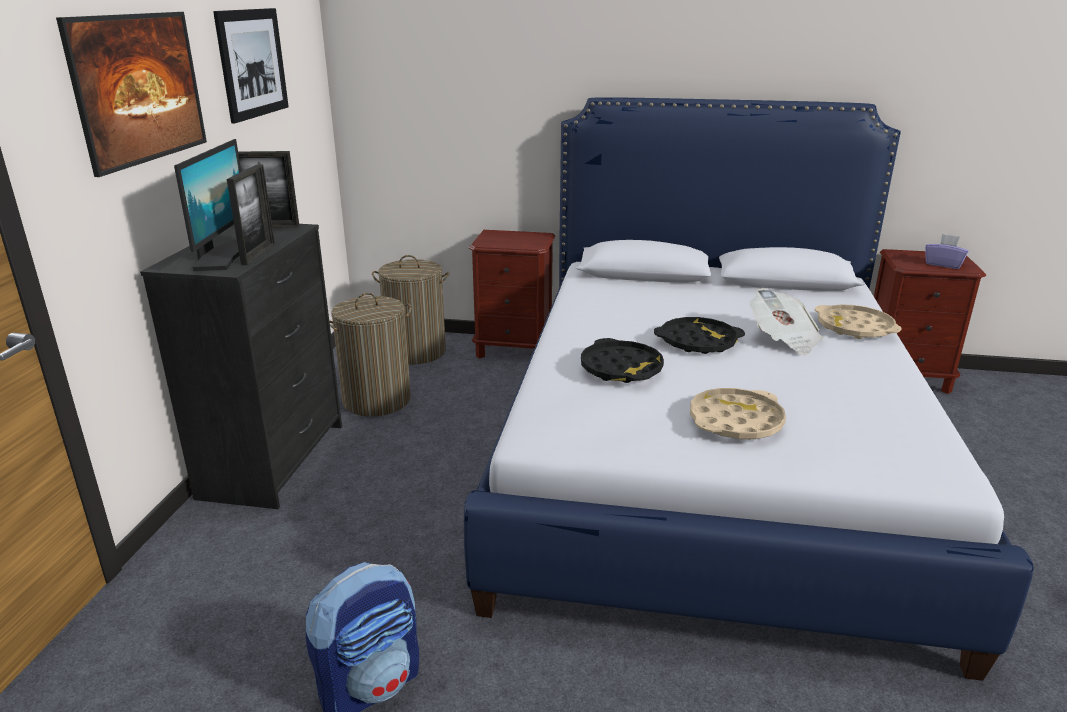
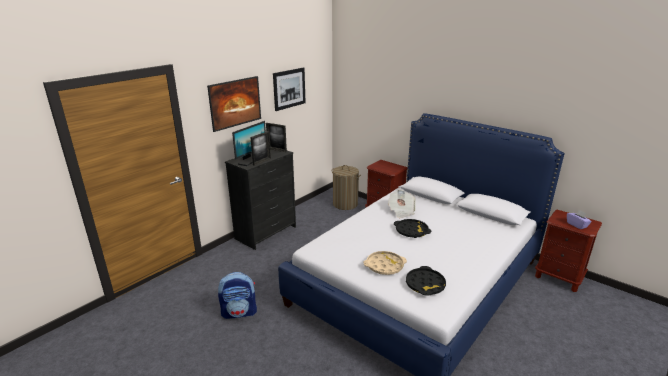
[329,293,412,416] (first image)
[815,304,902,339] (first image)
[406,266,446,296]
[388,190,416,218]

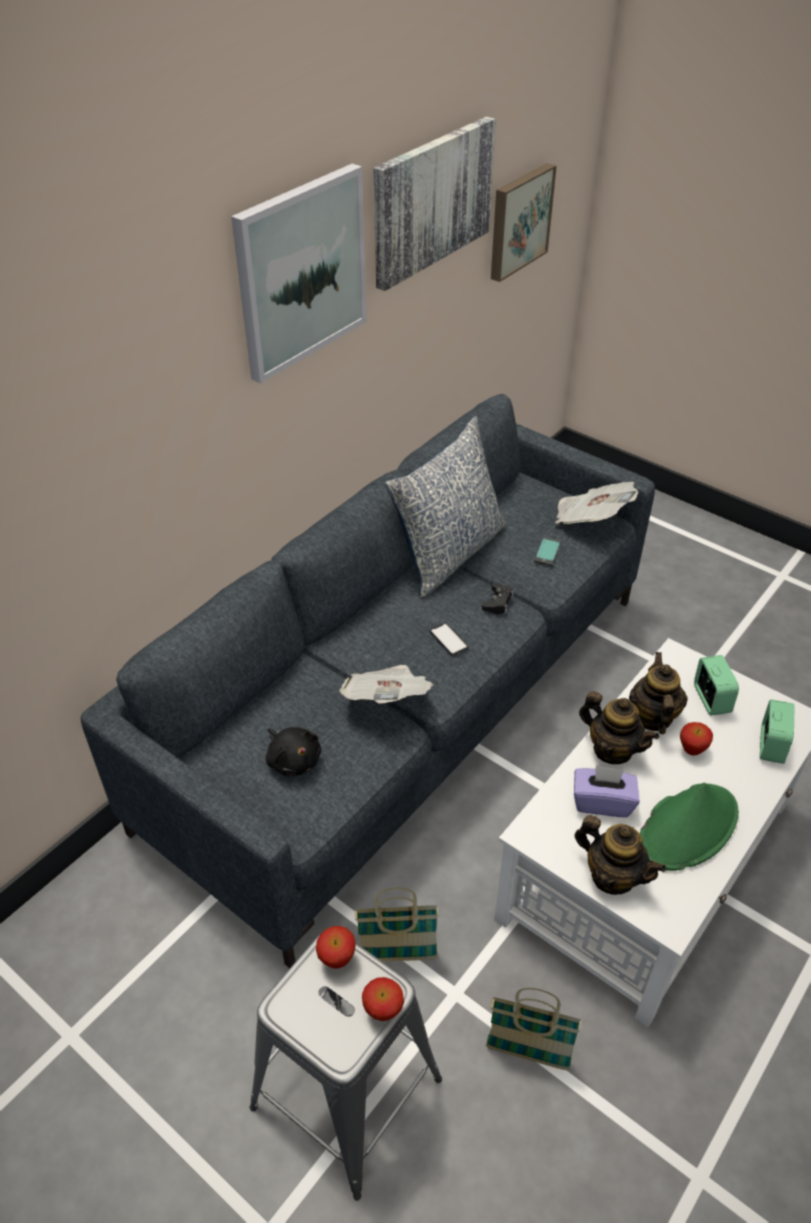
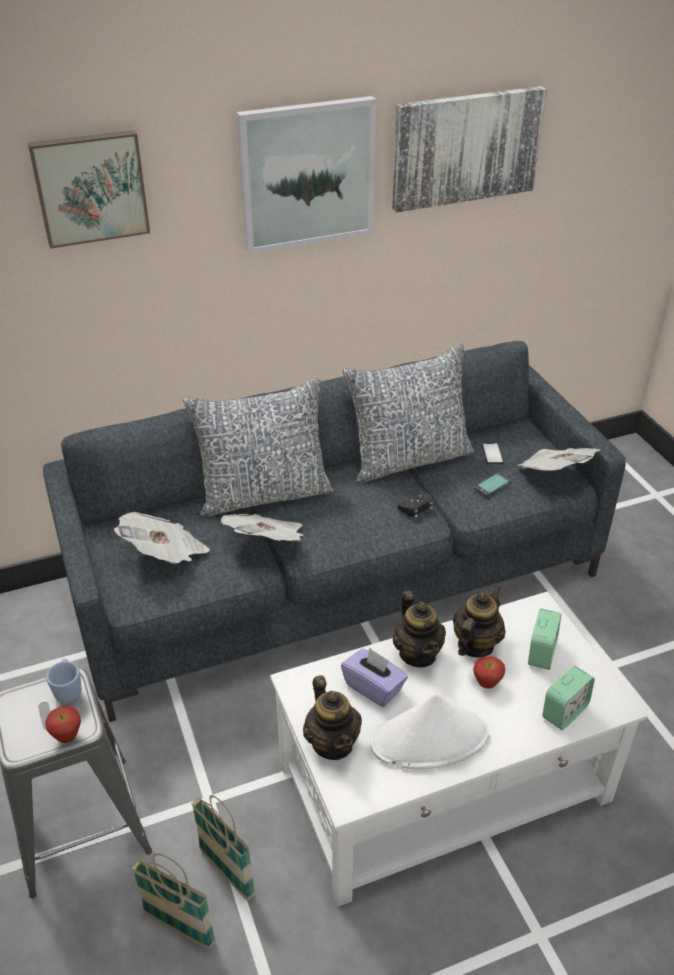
[183,378,334,516]
[132,853,216,949]
[482,442,504,464]
[28,130,150,249]
[114,512,210,564]
[46,659,81,703]
[370,694,489,770]

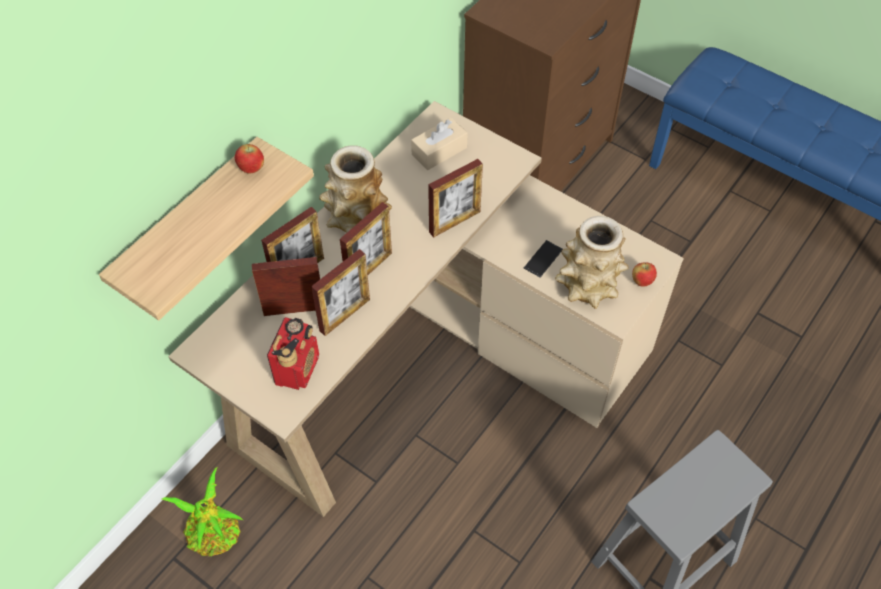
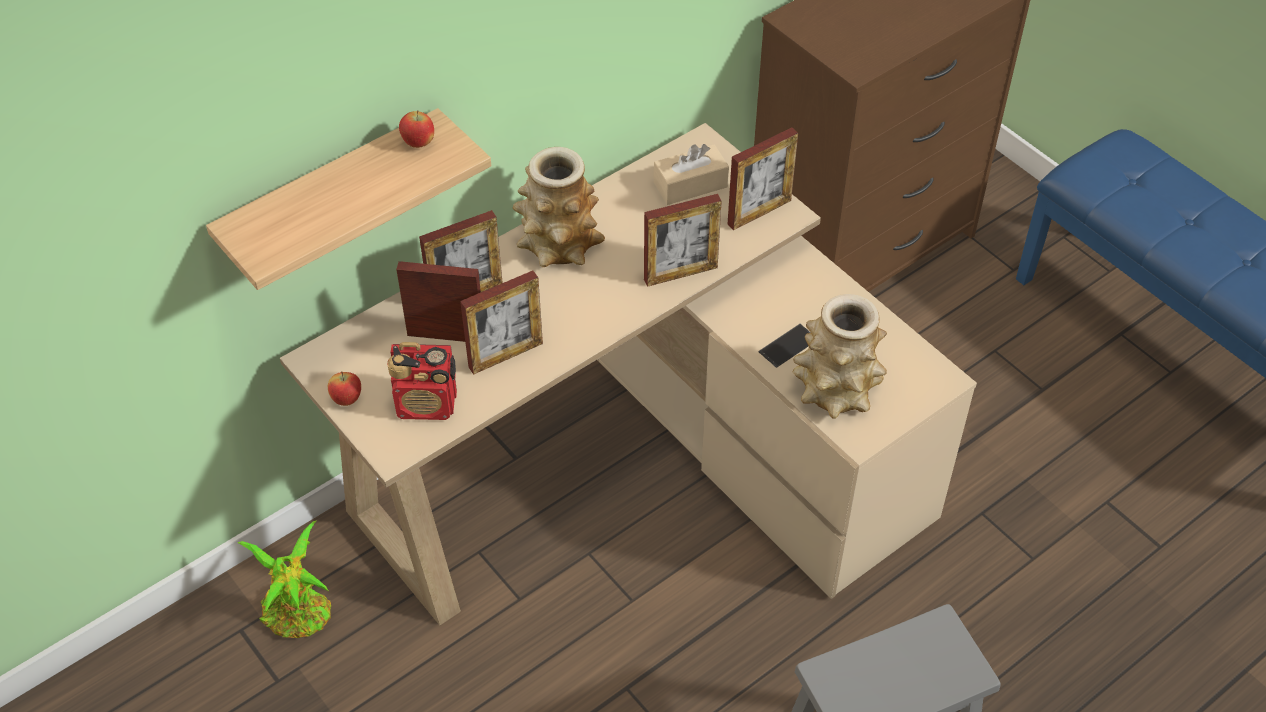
[728,128,798,230]
[328,371,361,406]
[387,342,457,420]

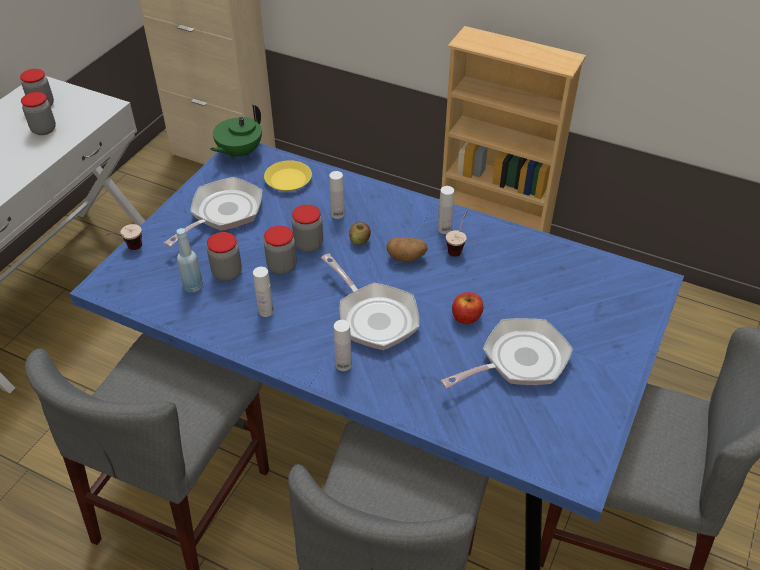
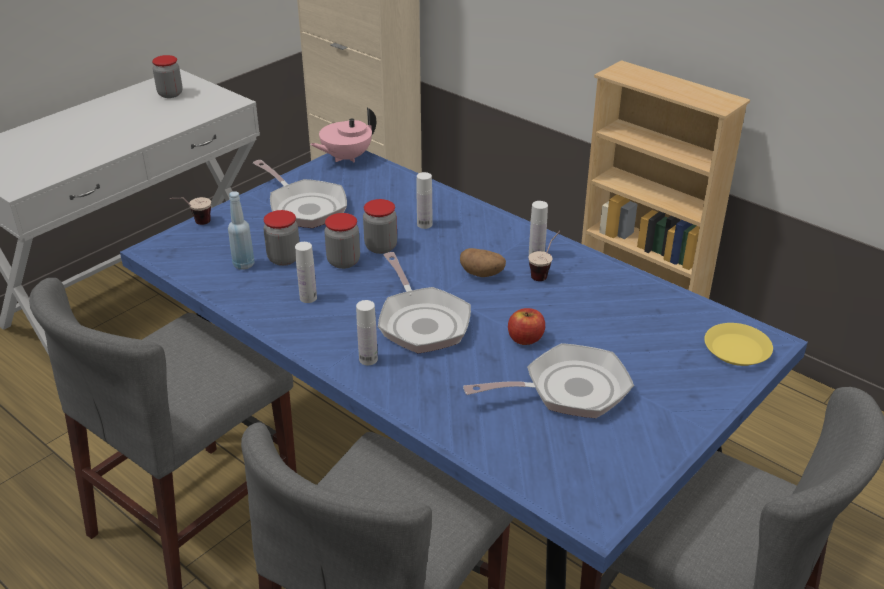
[21,92,56,135] (first image)
[349,222,371,245] (first image)
[704,323,773,366]
[310,108,376,162]
[253,160,347,228]

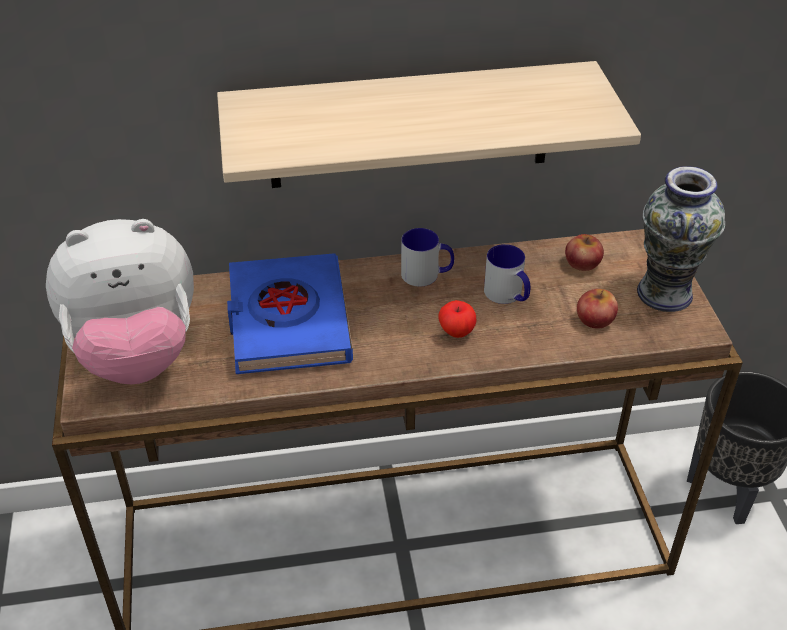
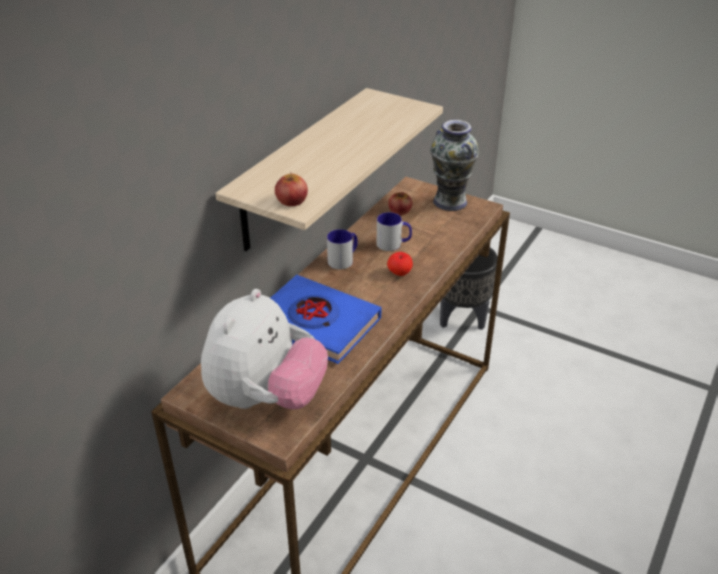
[275,172,308,206]

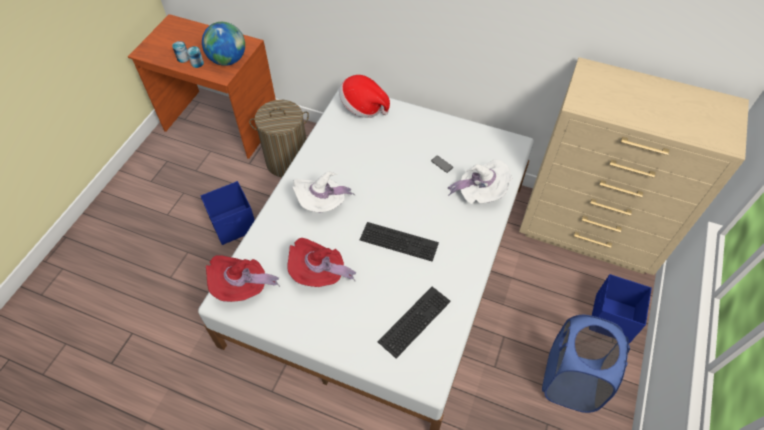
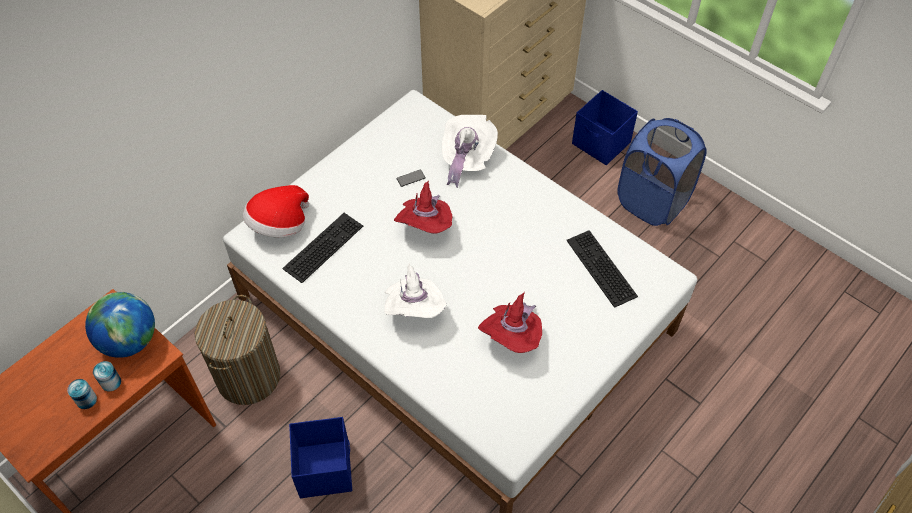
[394,180,452,234]
[282,213,363,283]

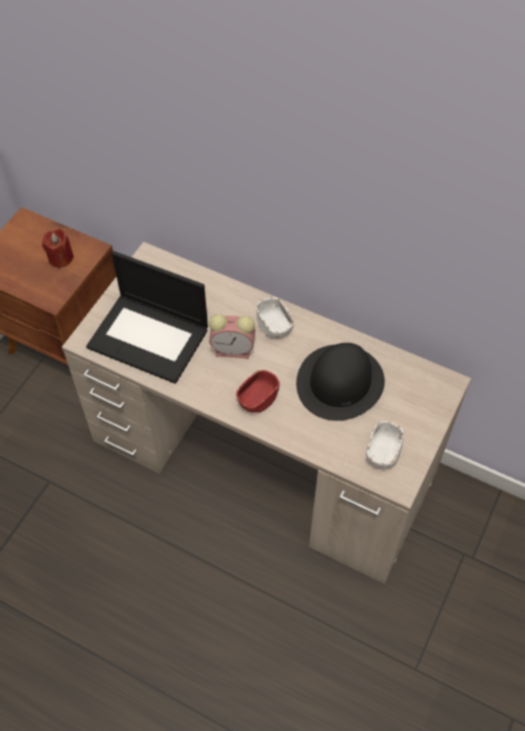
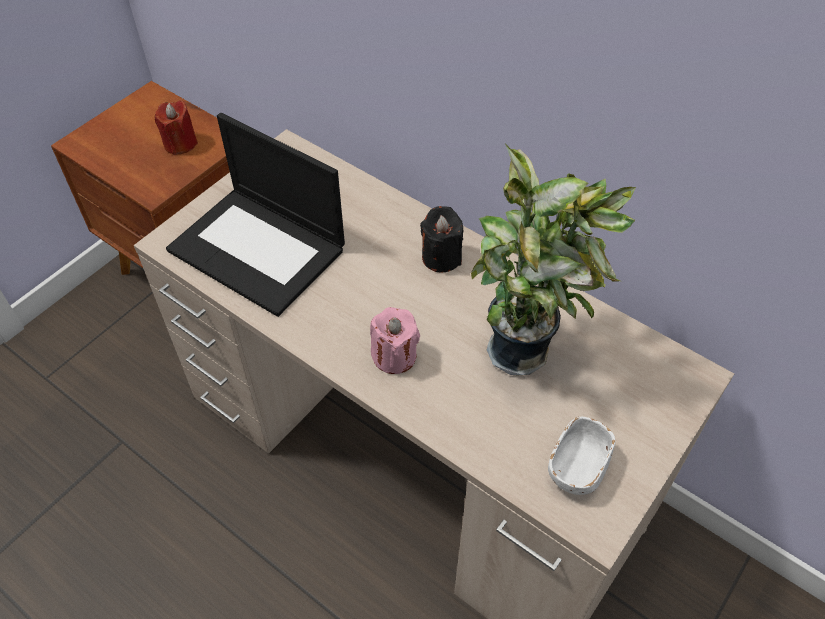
[209,314,255,359] (first image)
[370,307,420,374]
[420,206,463,272]
[471,143,636,375]

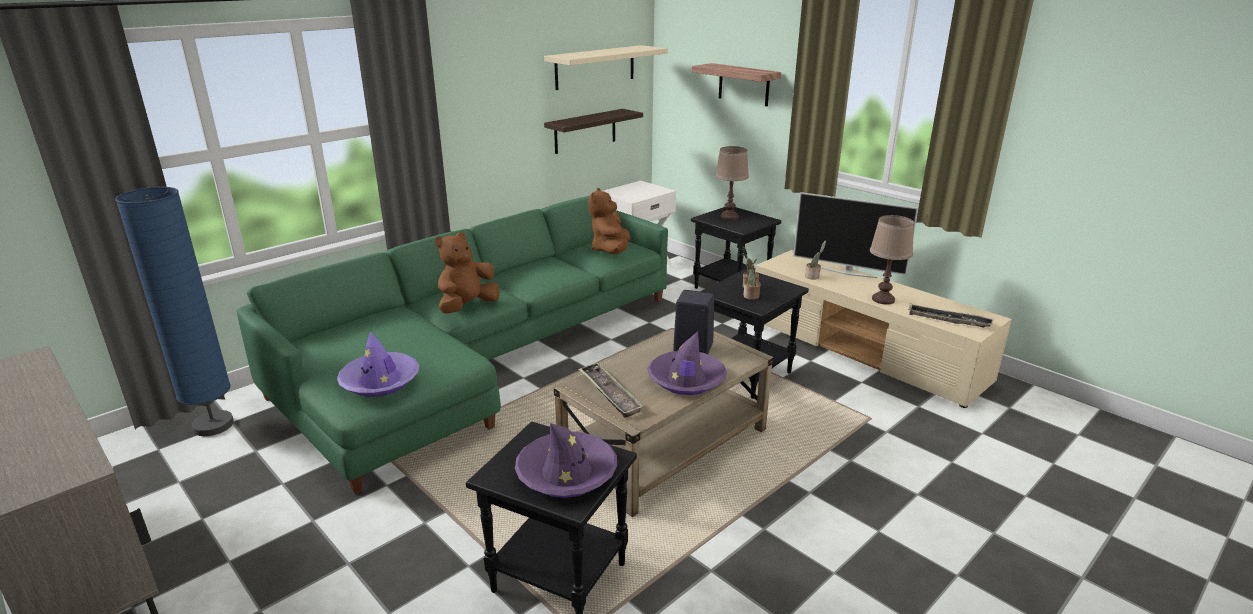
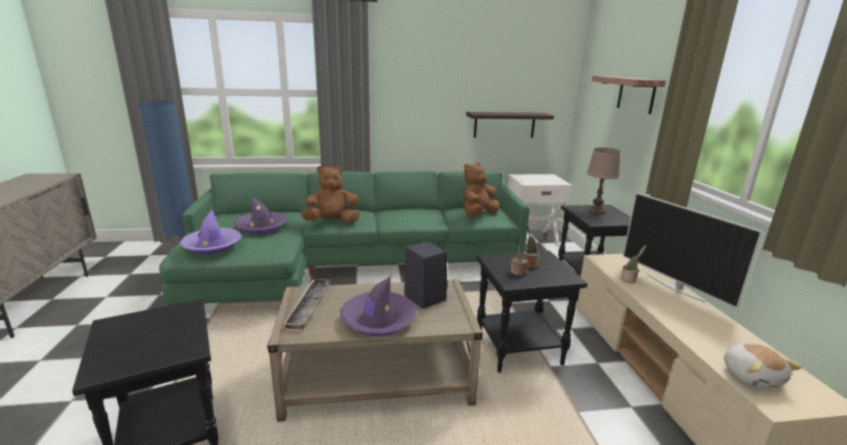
[544,45,668,90] (first image)
[870,215,914,305] (first image)
[234,196,287,234]
[724,343,802,388]

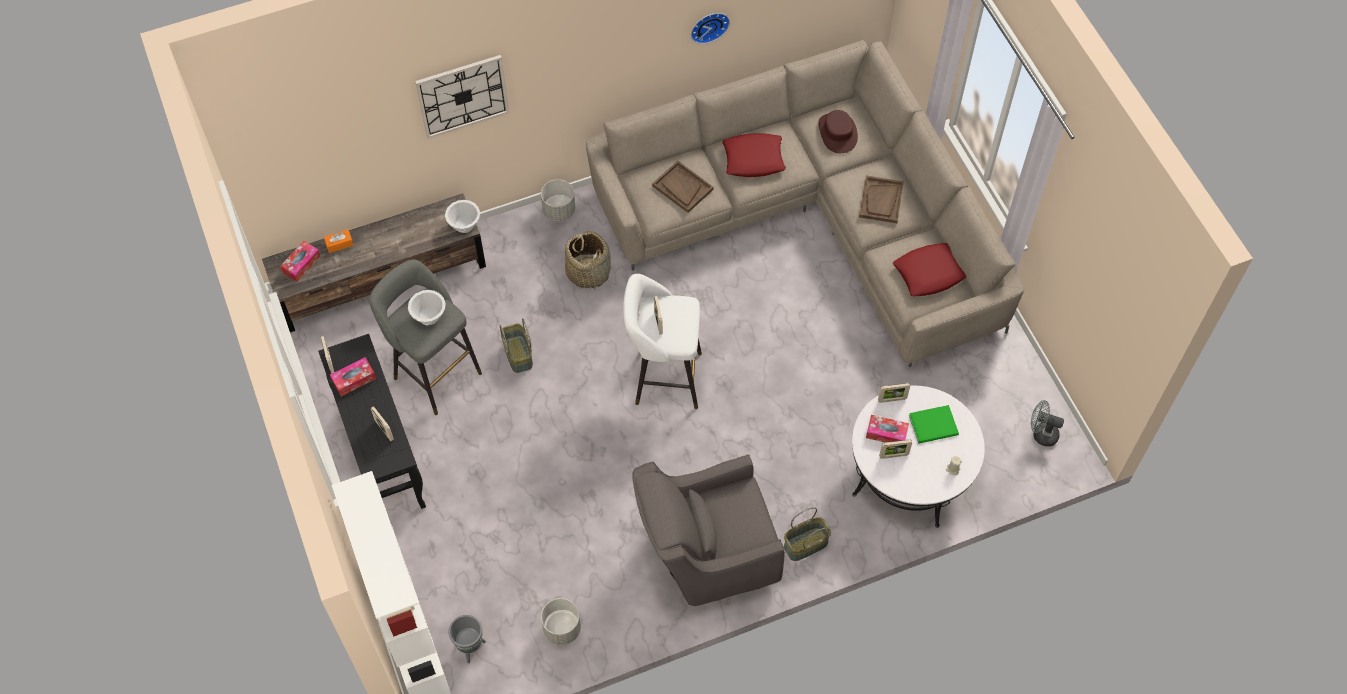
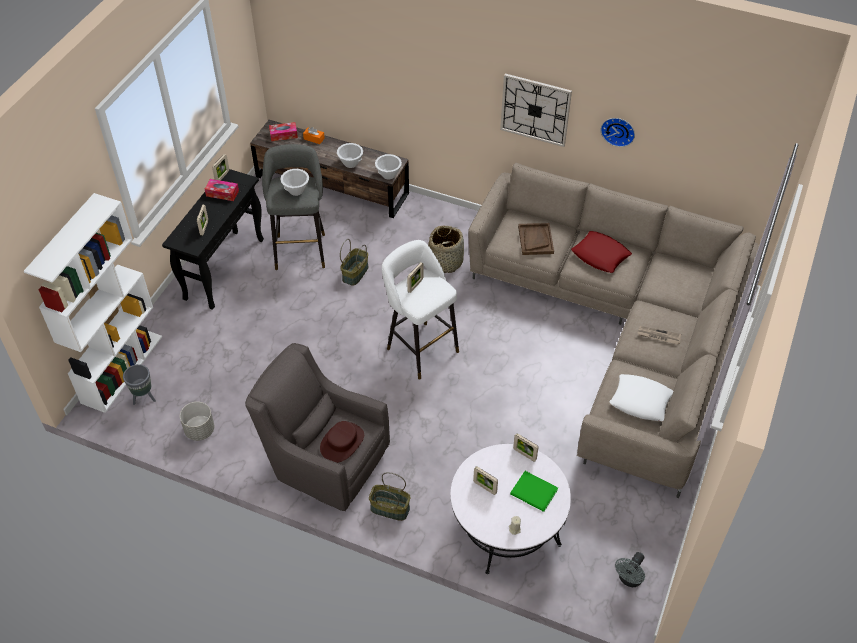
[541,179,575,222] (first image)
[866,415,909,443] (first image)
[337,143,363,168]
[500,74,572,147]
[320,421,364,463]
[637,326,681,345]
[609,374,673,421]
[615,552,645,587]

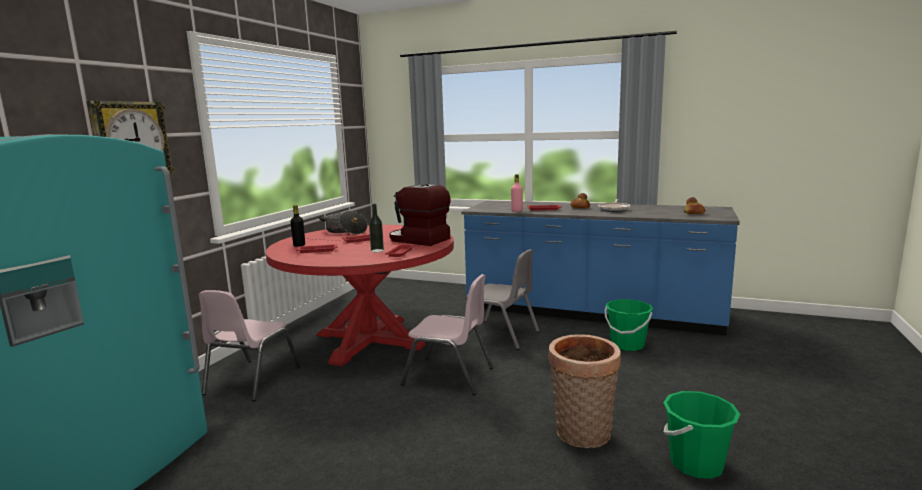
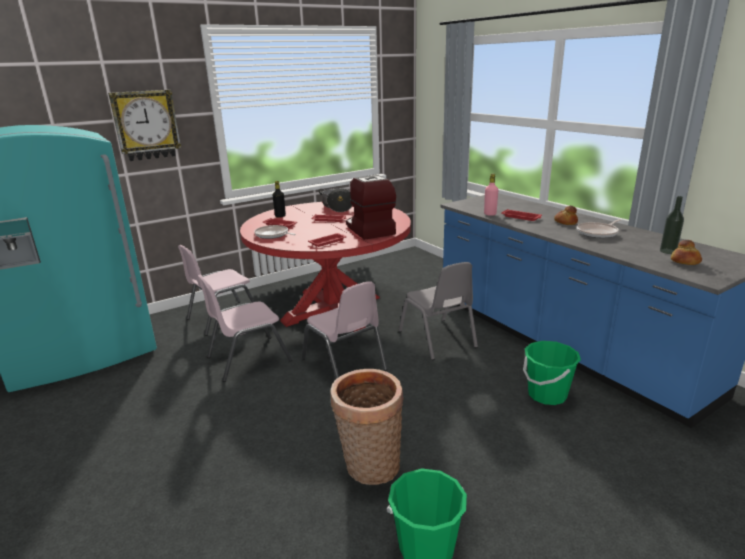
[197,274,293,382]
[254,225,296,239]
[660,196,684,254]

